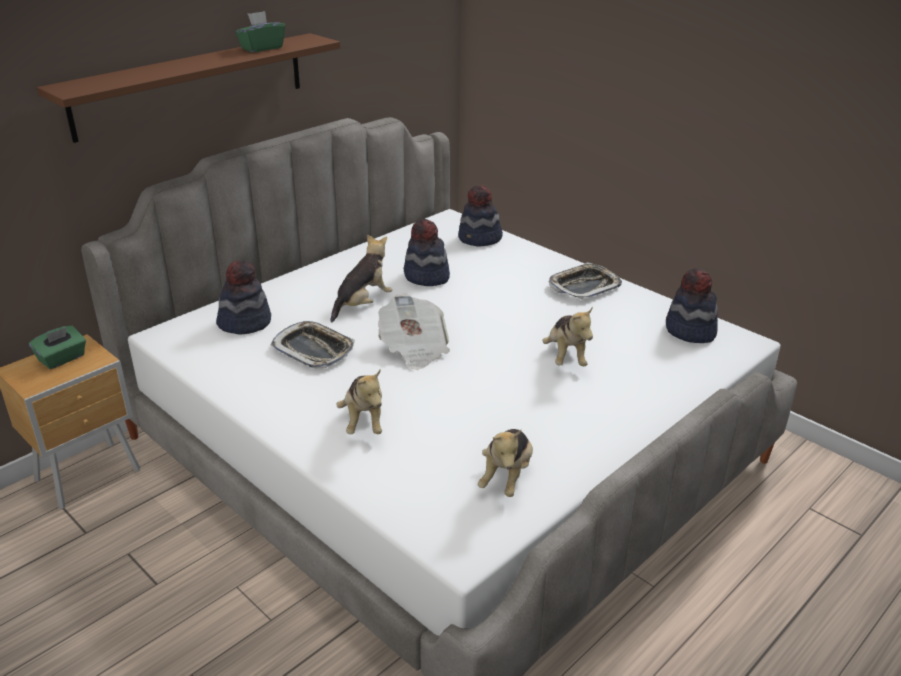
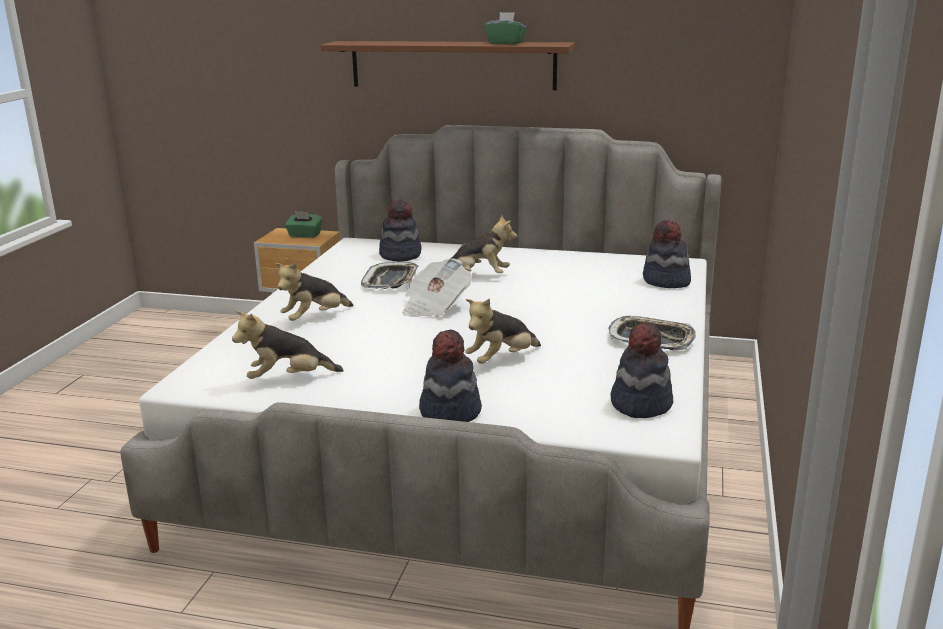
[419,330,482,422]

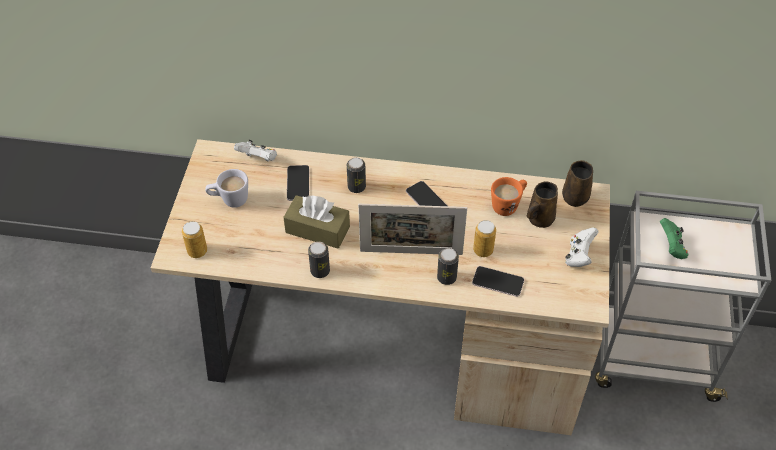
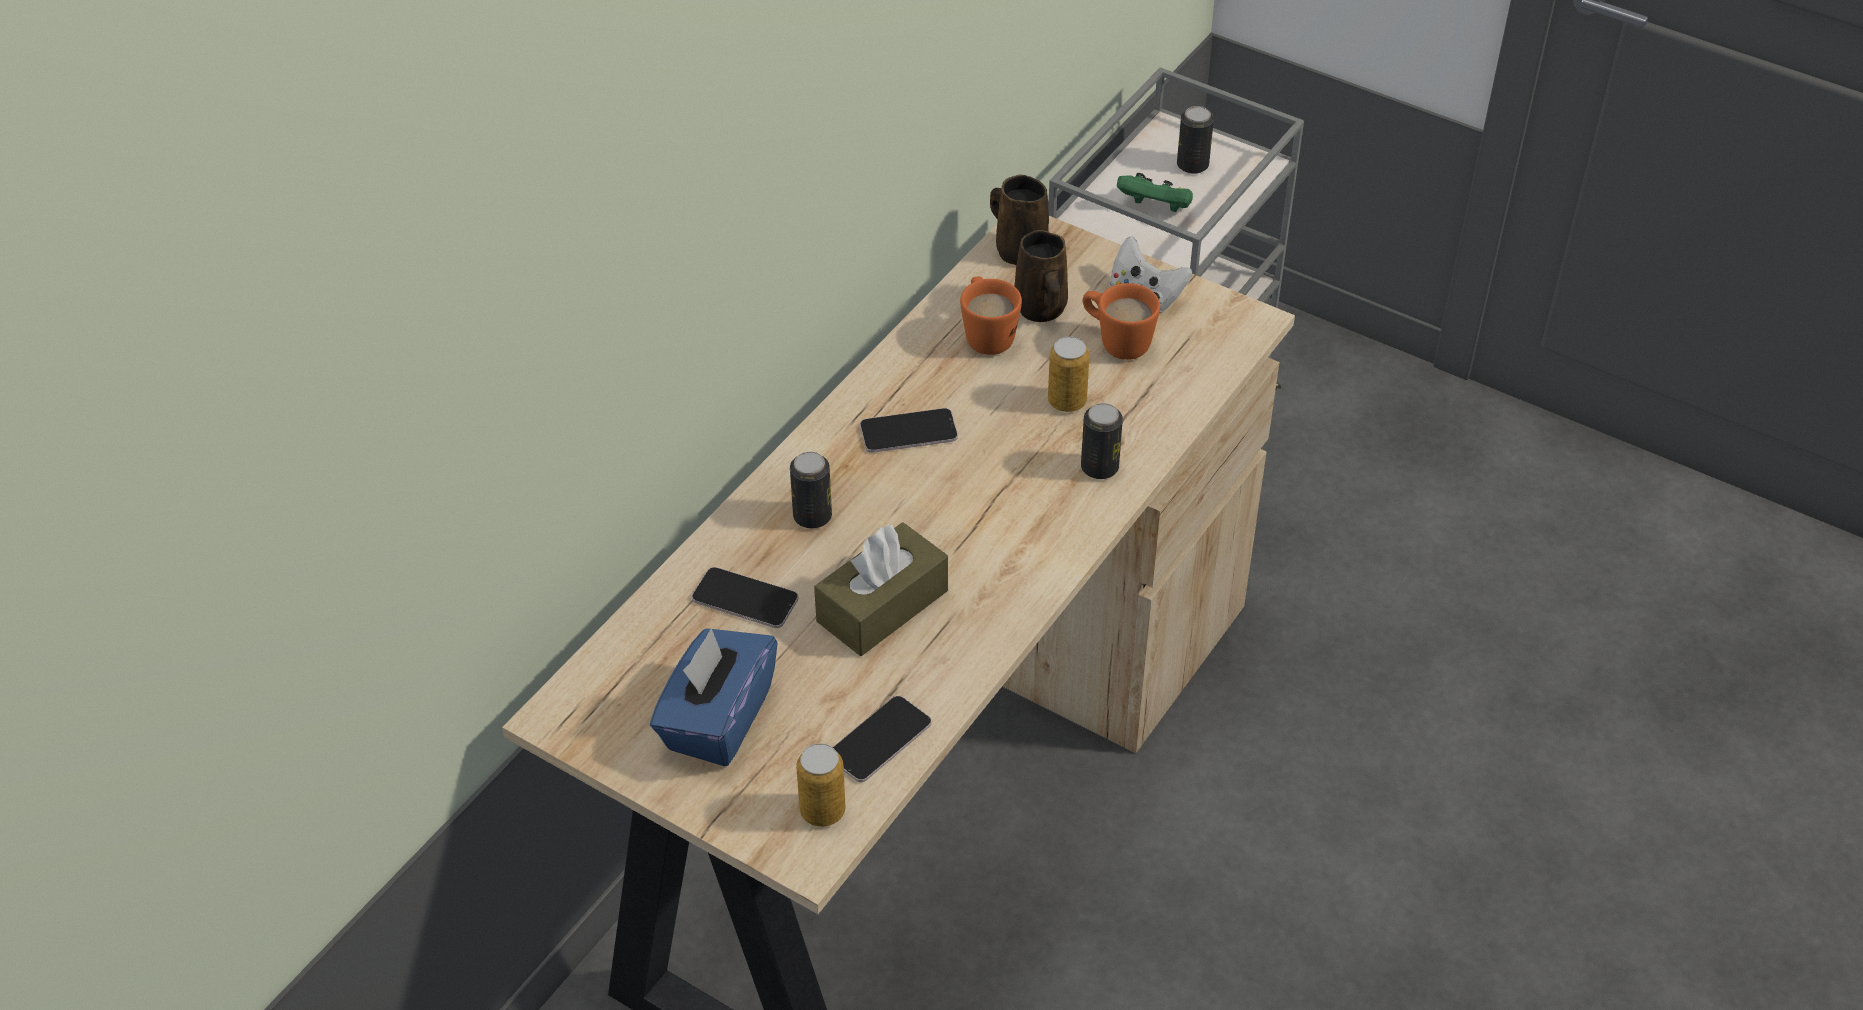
[234,140,277,162] (first image)
[358,204,467,255] (first image)
[1083,283,1160,360]
[1177,106,1214,174]
[833,696,932,782]
[650,628,778,766]

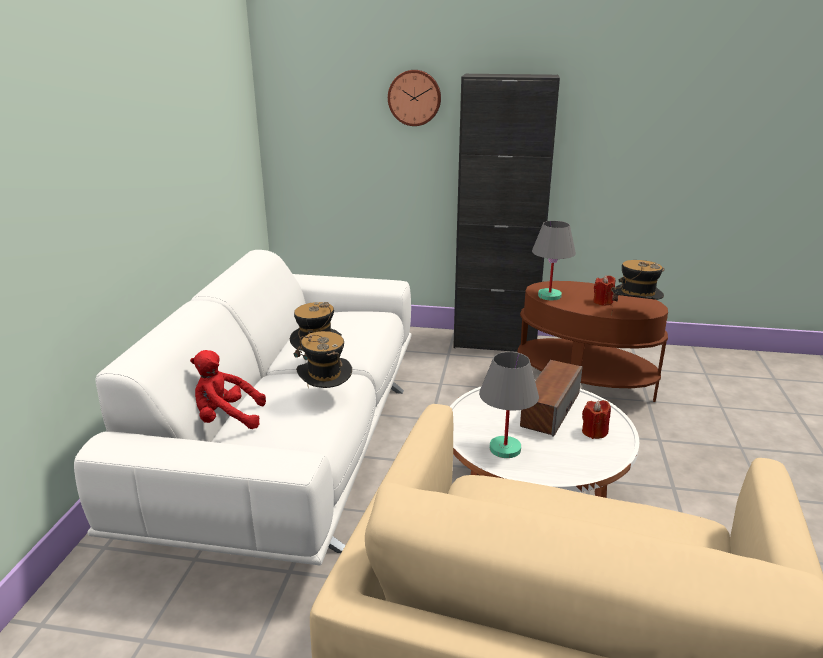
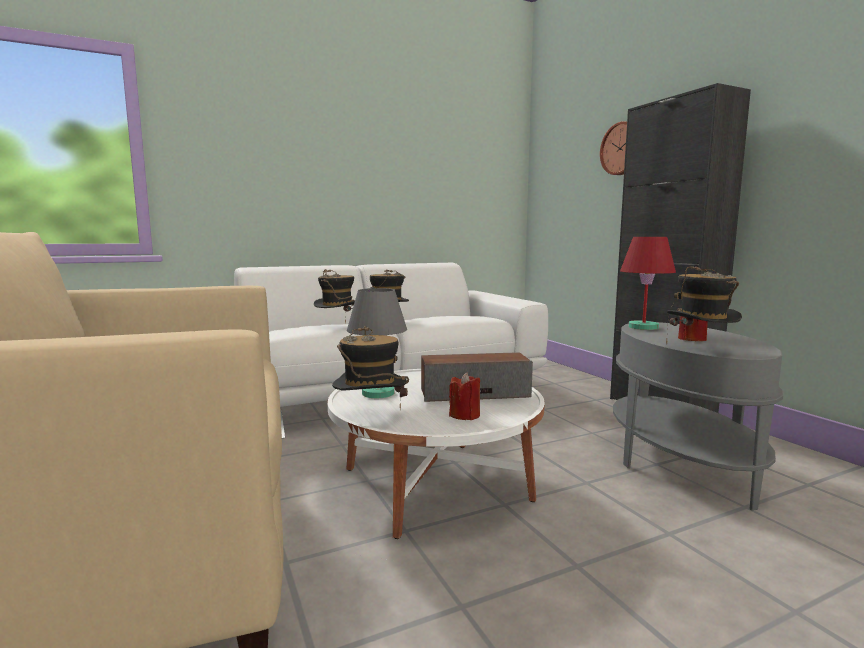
[190,350,266,429] (first image)
[332,326,409,409]
[613,322,783,511]
[620,237,676,330]

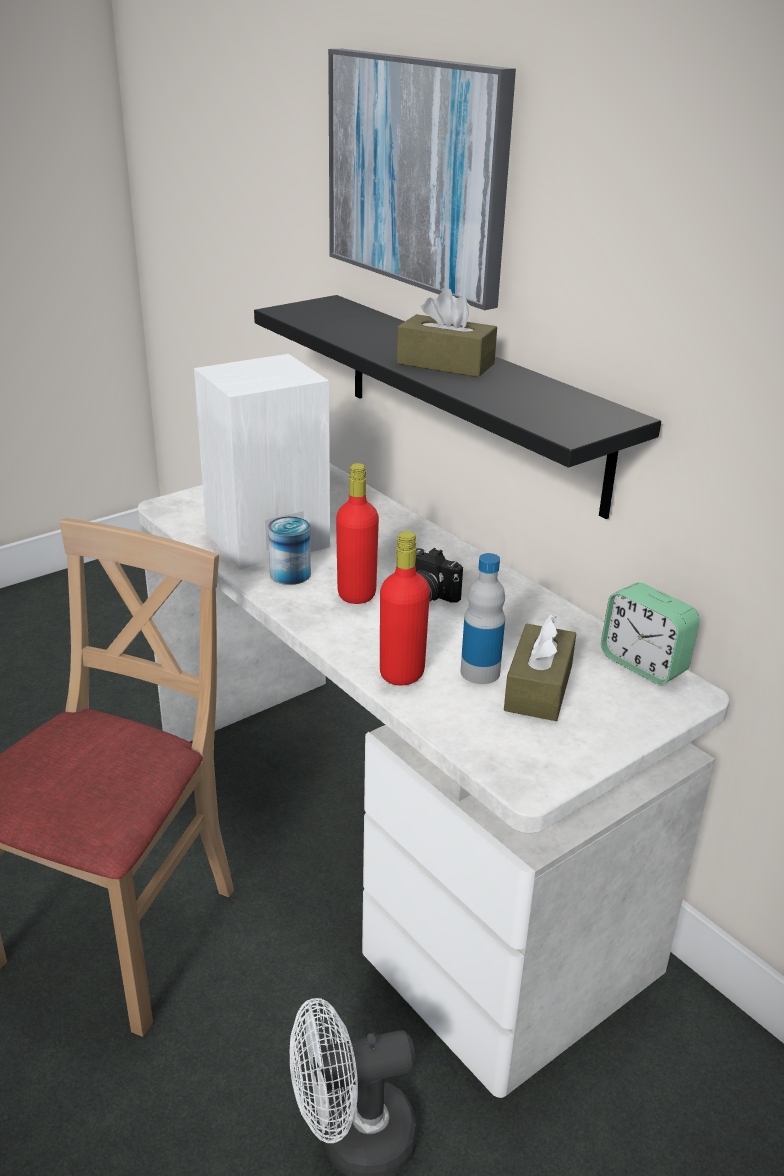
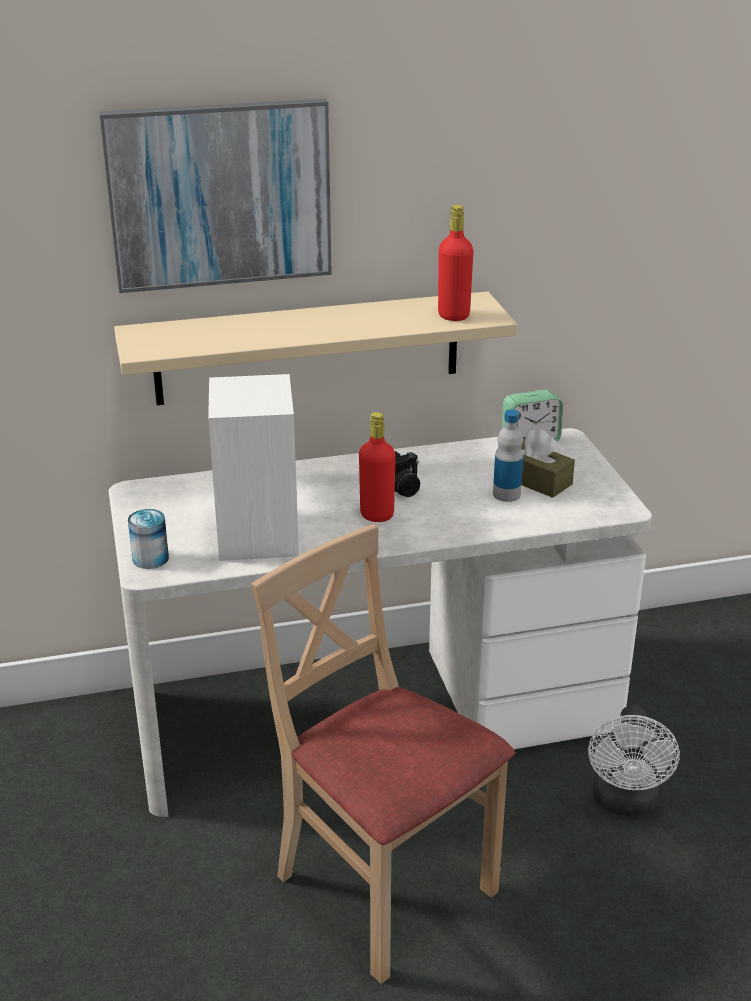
[397,289,497,377] (first image)
[128,509,169,569]
[438,205,474,321]
[114,291,517,405]

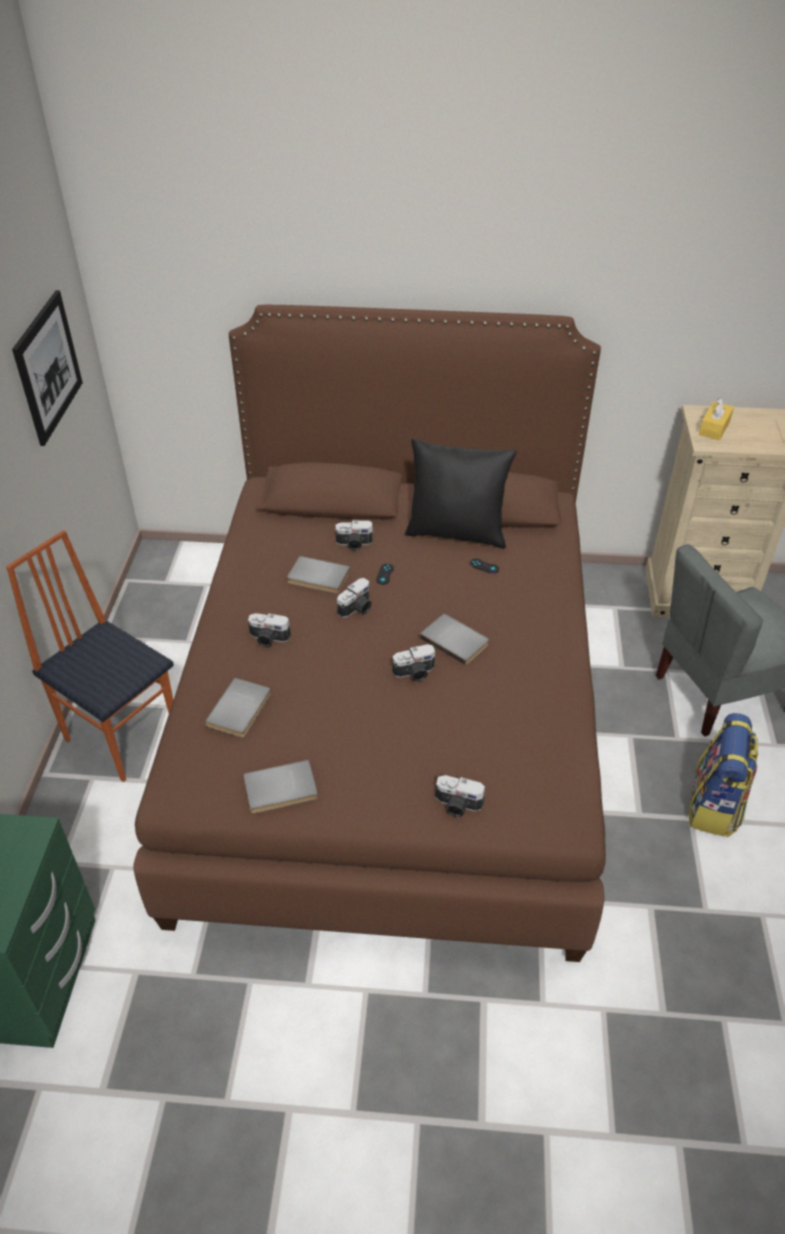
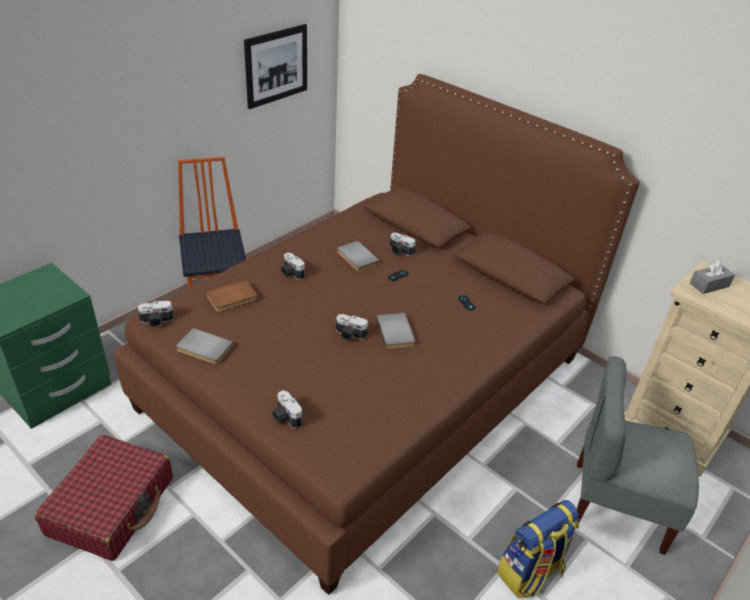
[405,439,517,548] (first image)
[34,435,173,561]
[138,300,174,328]
[206,280,258,312]
[690,260,735,294]

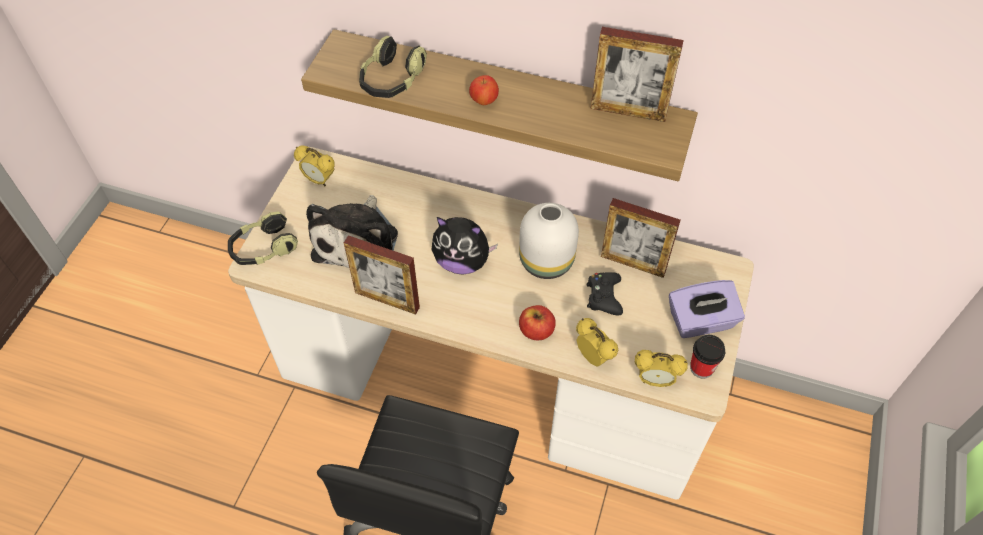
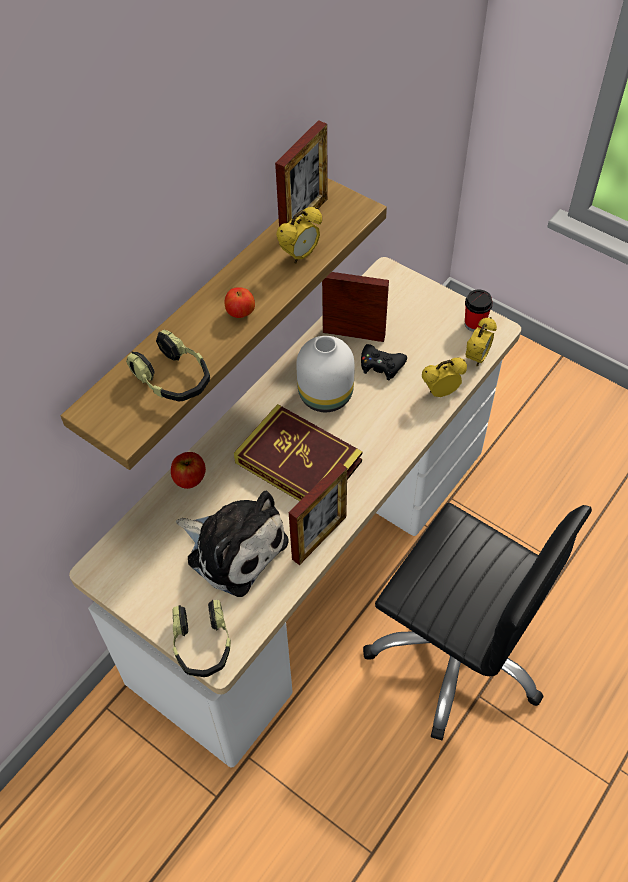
[669,280,745,338] (first image)
[276,207,322,264]
[171,452,206,489]
[234,404,363,501]
[322,272,389,342]

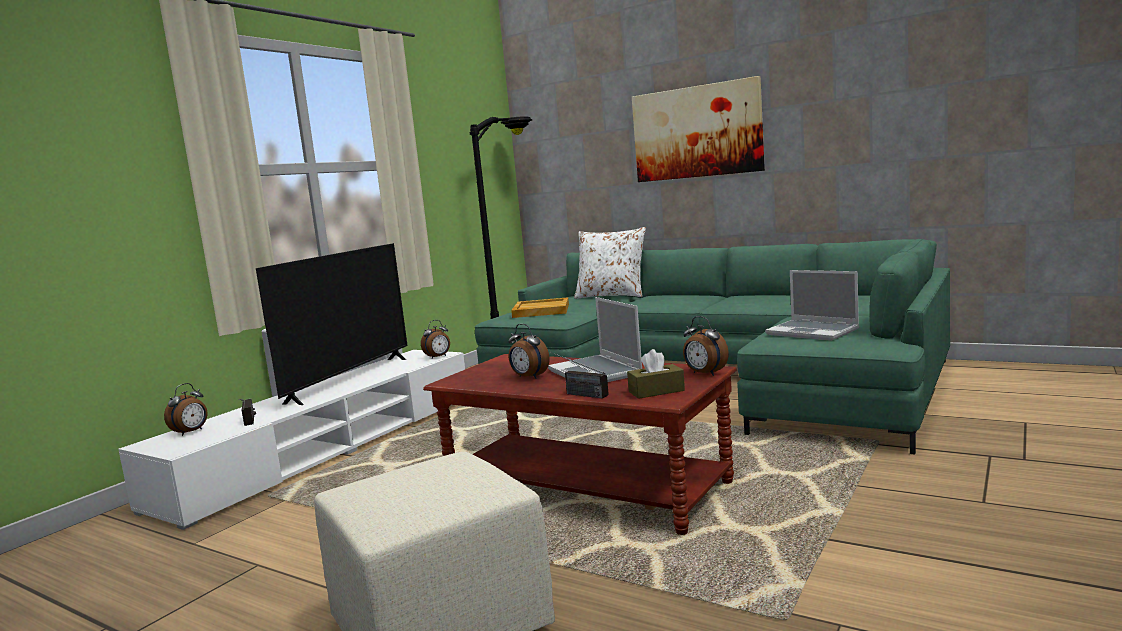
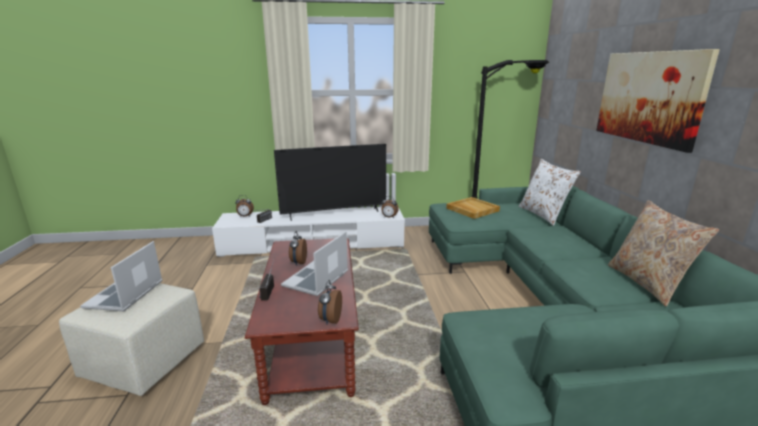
[627,349,685,399] (first image)
[608,200,719,307]
[80,241,162,311]

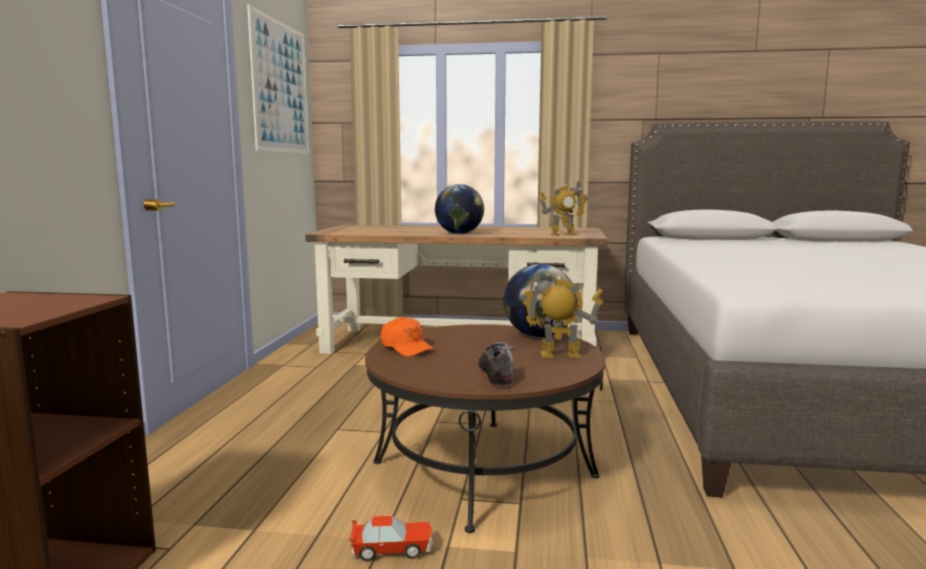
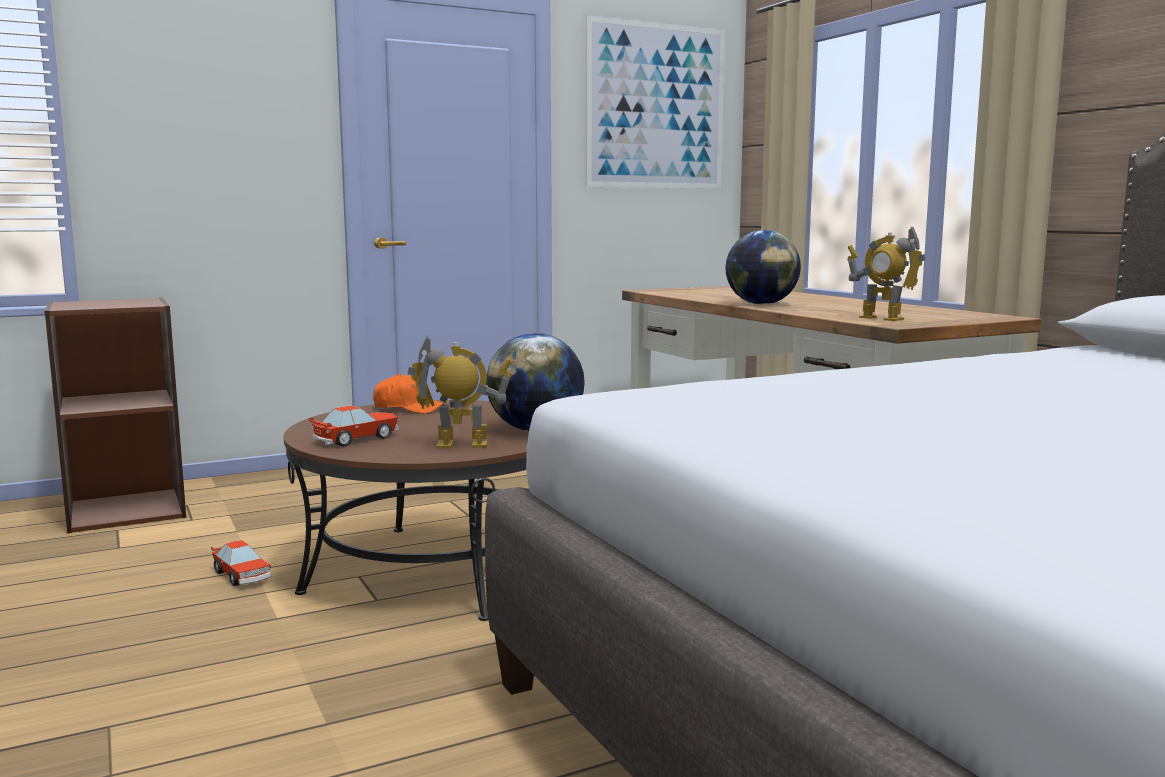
[309,406,399,447]
[373,374,444,414]
[408,335,513,448]

